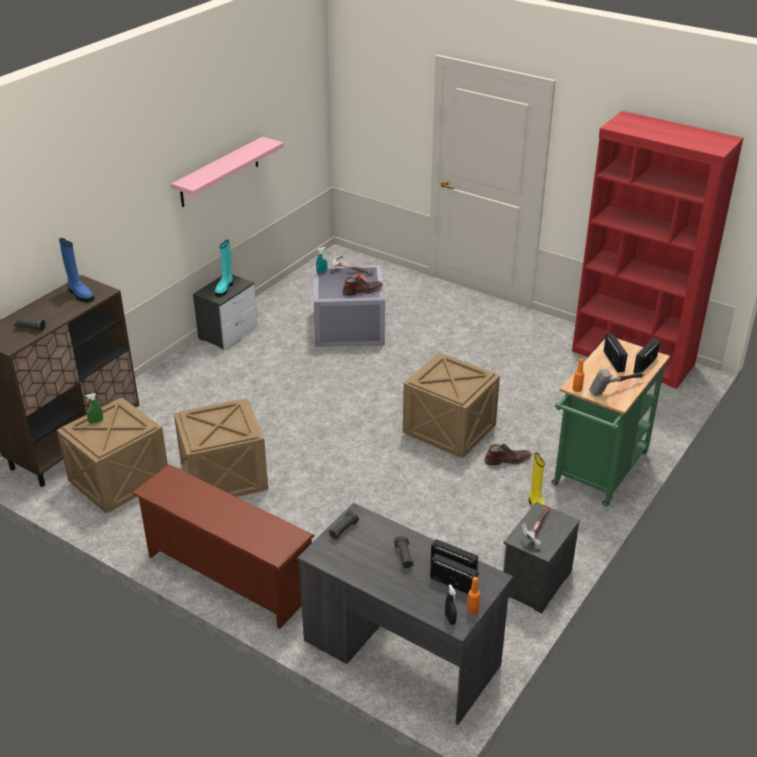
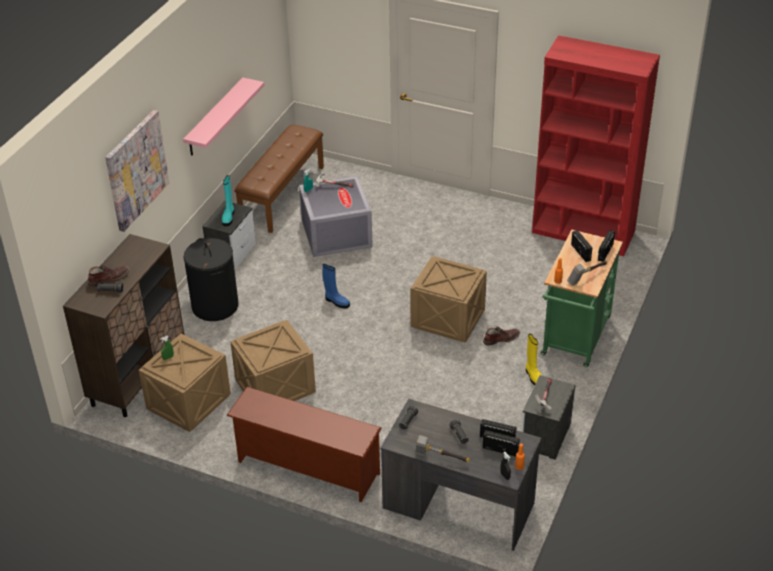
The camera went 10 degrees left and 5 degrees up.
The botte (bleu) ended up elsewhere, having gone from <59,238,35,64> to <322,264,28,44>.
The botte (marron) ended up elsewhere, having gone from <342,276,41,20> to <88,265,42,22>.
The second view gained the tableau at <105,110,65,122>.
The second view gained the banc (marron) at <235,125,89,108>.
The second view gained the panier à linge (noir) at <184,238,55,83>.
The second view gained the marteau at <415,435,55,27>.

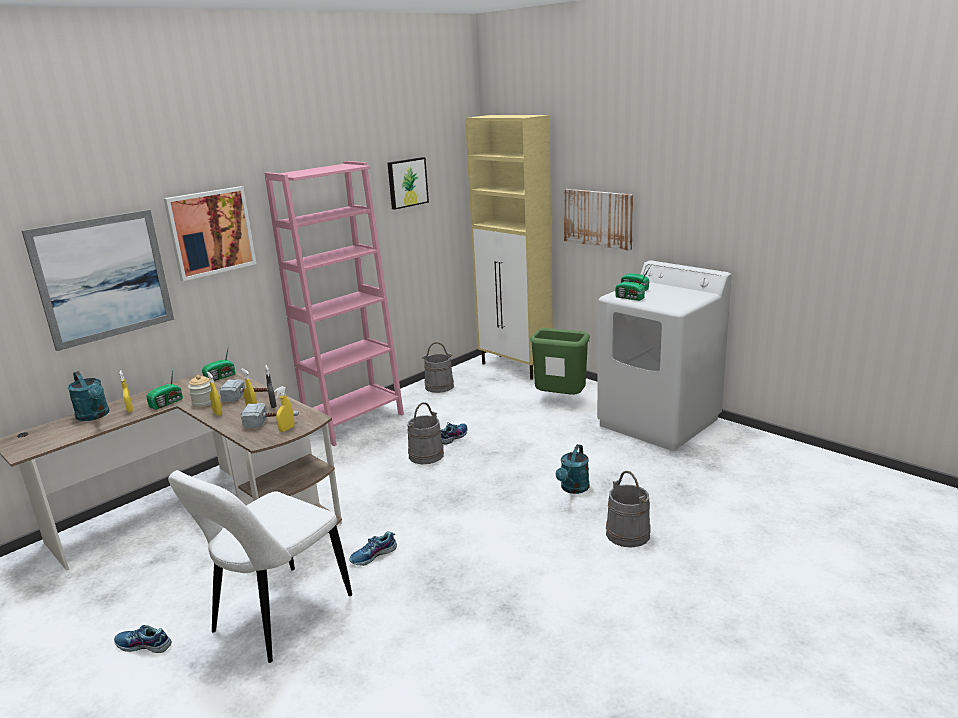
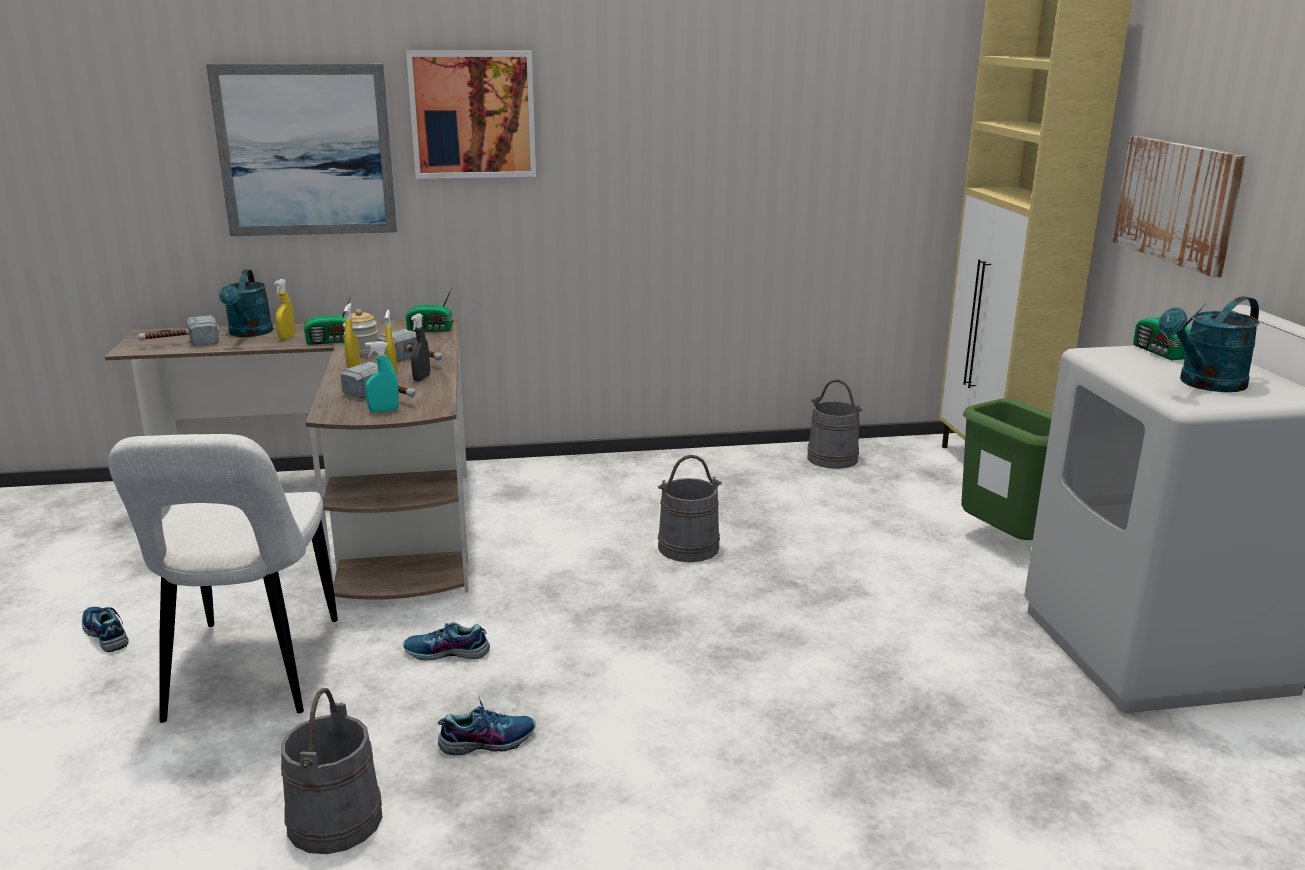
The camera went 35 degrees right and 0 degrees up.
The second view lost the tableau at <388,157,41,53>.
The second view lost the bibliothèque (rose) at <264,161,140,285>.
The second view lost the radio at <615,273,32,28>.
What was the vaporisateur (jaune) at <274,386,20,46> turned into the vaporisateur (turquoise) at <365,341,34,71>.
The chaussure ended up elsewhere, having gone from <441,421,27,24> to <438,696,98,60>.
The arrosoir (turquoise) ended up elsewhere, having gone from <556,444,33,50> to <1158,296,102,96>.
The chaise (blanc) at <168,470,184,193> ended up facing another way, 75 degrees counterclockwise from before.
The seau (gris) ended up elsewhere, having gone from <606,471,45,77> to <281,688,101,166>.
The second view gained the marteau at <138,315,81,31>.

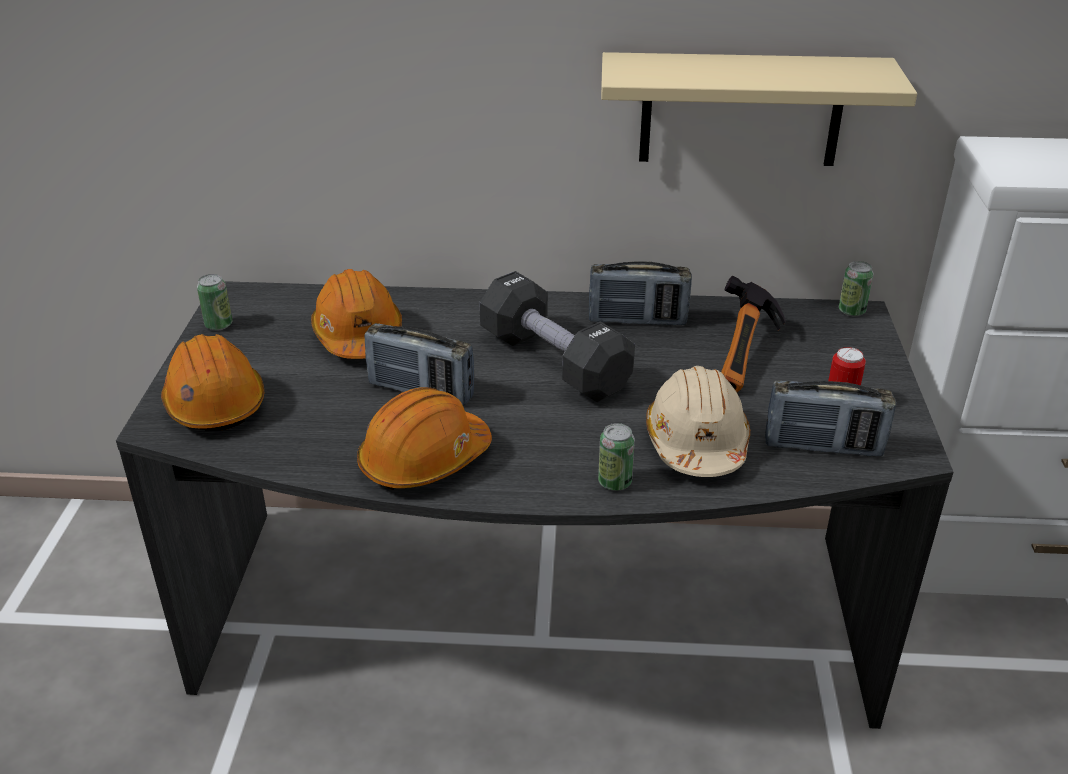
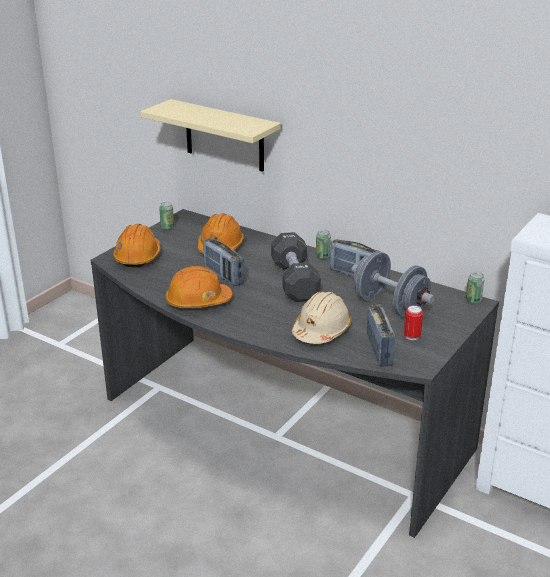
The camera went 30 degrees right and 5 degrees down.
The étagère (beige) ended up elsewhere, having gone from <601,52,316,114> to <140,99,141,72>.
Where the marteau stood at <721,276,64,116>, the haltère (gris) came to stand at <351,251,84,65>.
The radio at <765,381,131,76> ended up facing another way, 135 degrees counterclockwise from before.
The boîte métallique ended up elsewhere, having gone from <598,423,37,68> to <316,230,15,29>.

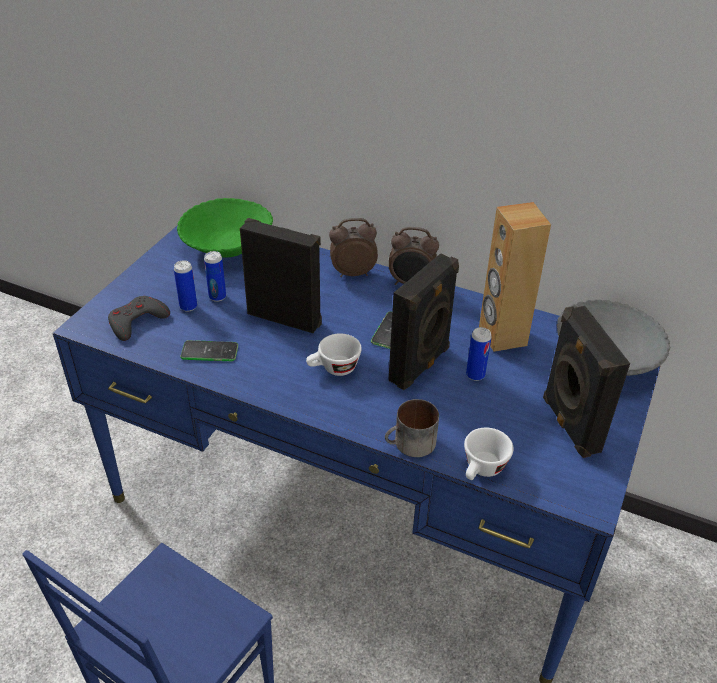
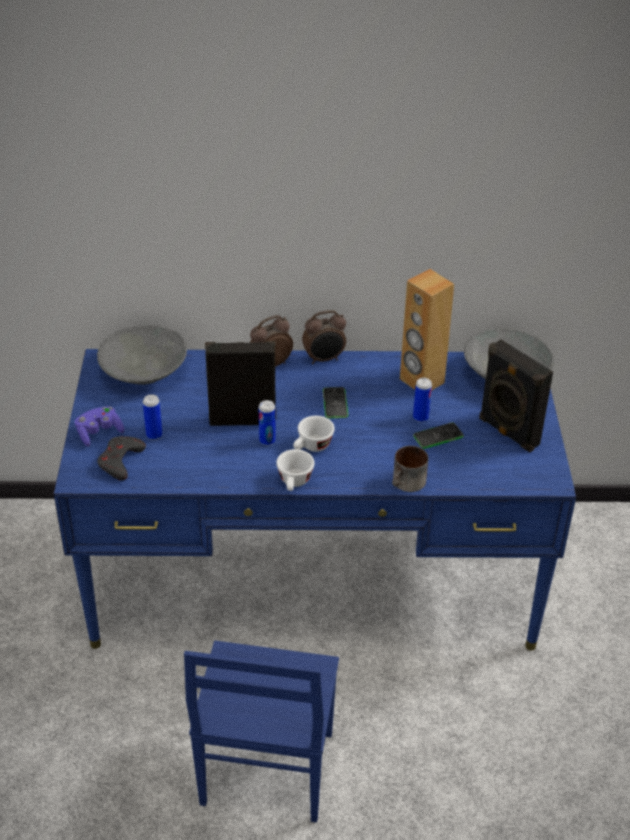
The camera went 25 degrees left and 0 degrees up.
What was the bol (vert) at <177,198,96,60> turned into the bol (gris) at <97,325,90,60>.
The boîte métallique ended up elsewhere, having gone from <204,251,22,51> to <259,400,17,46>.
The second view lost the enceinte (noir) at <388,253,71,137>.
The téléphone ended up elsewhere, having gone from <181,340,57,21> to <413,422,51,27>.
The tasse (blanc) ended up elsewhere, having gone from <464,428,50,52> to <276,449,38,42>.
The second view gained the manette (violet) at <75,406,49,41>.

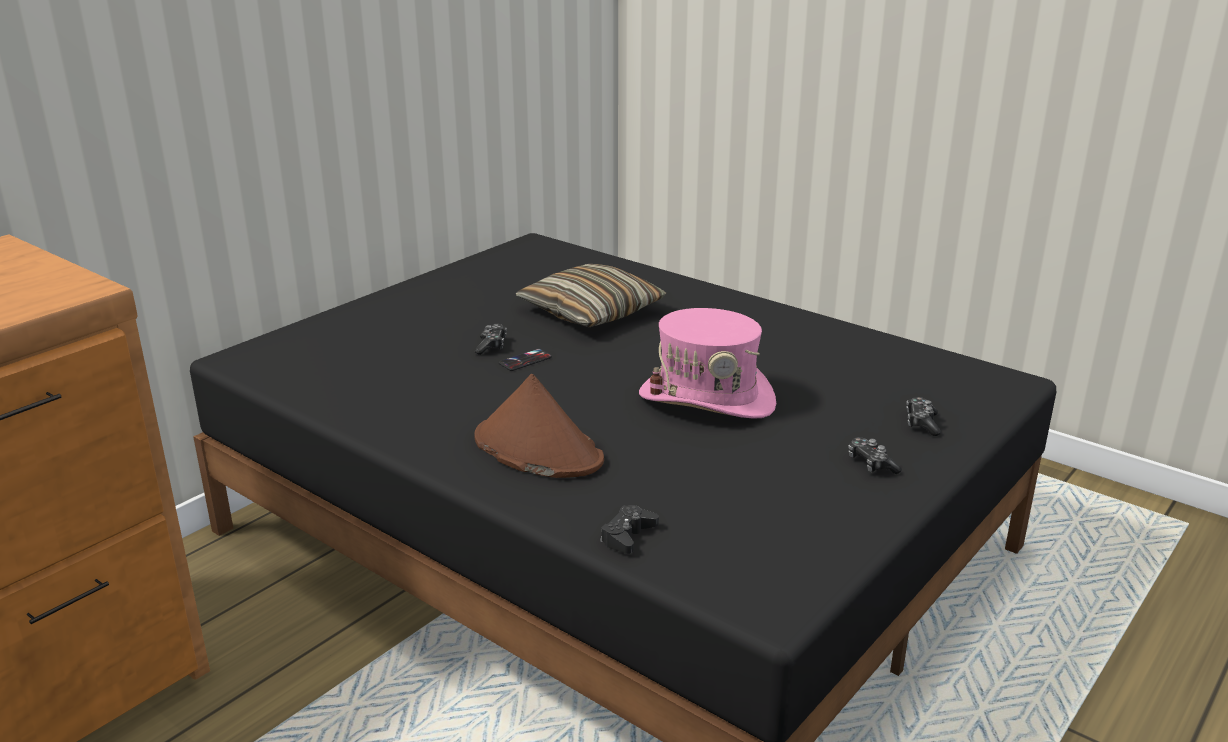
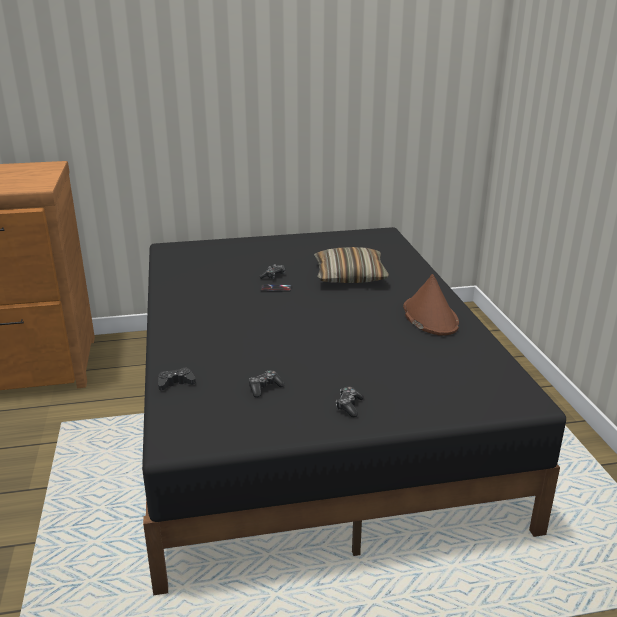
The camera went 40 degrees right and 0 degrees up.
The second view lost the chapeau (rose) at <639,308,137,111>.
The chapeau (marron) ended up elsewhere, having gone from <474,374,130,104> to <403,274,56,62>.
The manette ended up elsewhere, having gone from <906,397,35,39> to <249,370,36,28>.

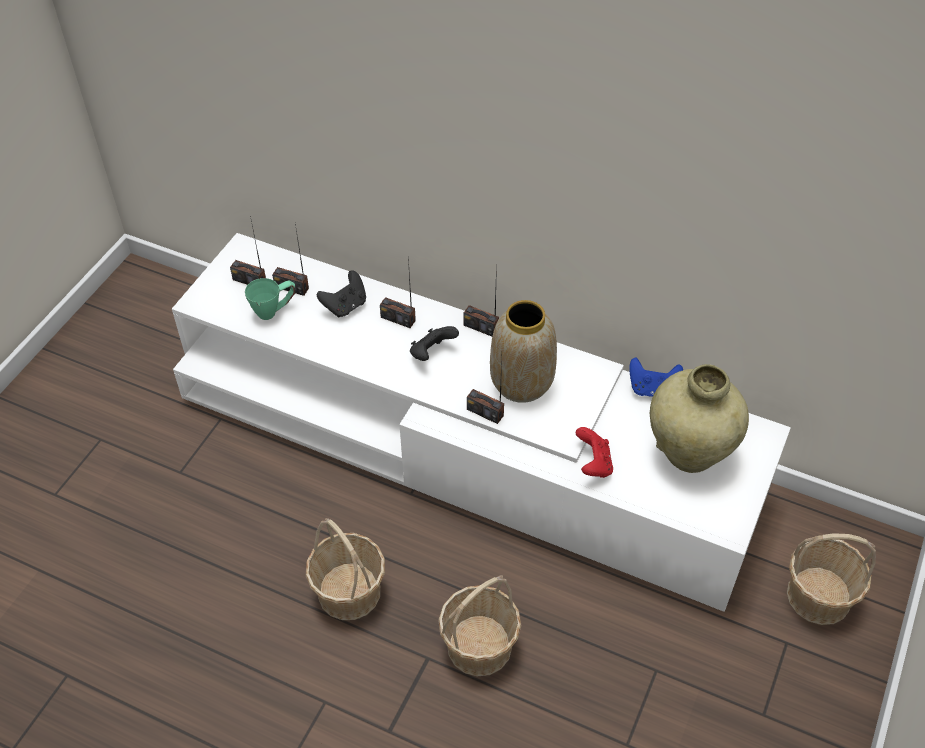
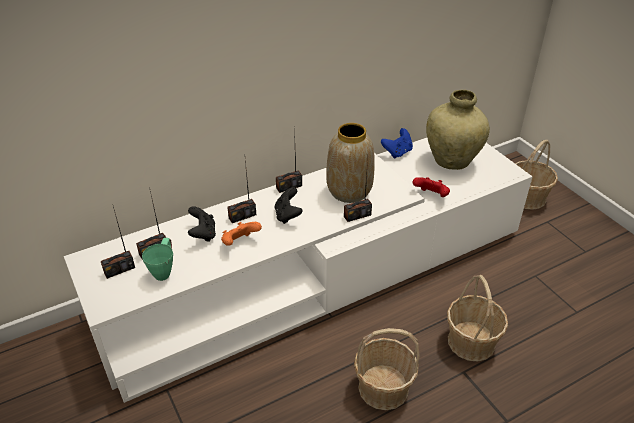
The camera went 55 degrees left and 10 degrees down.
The second view gained the manette (orange) at <221,222,41,24>.

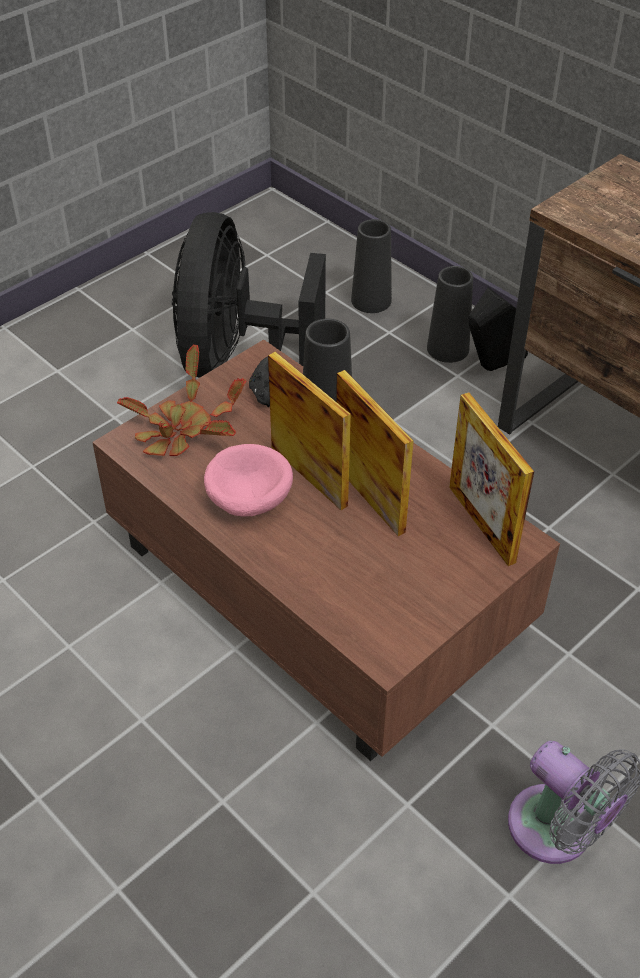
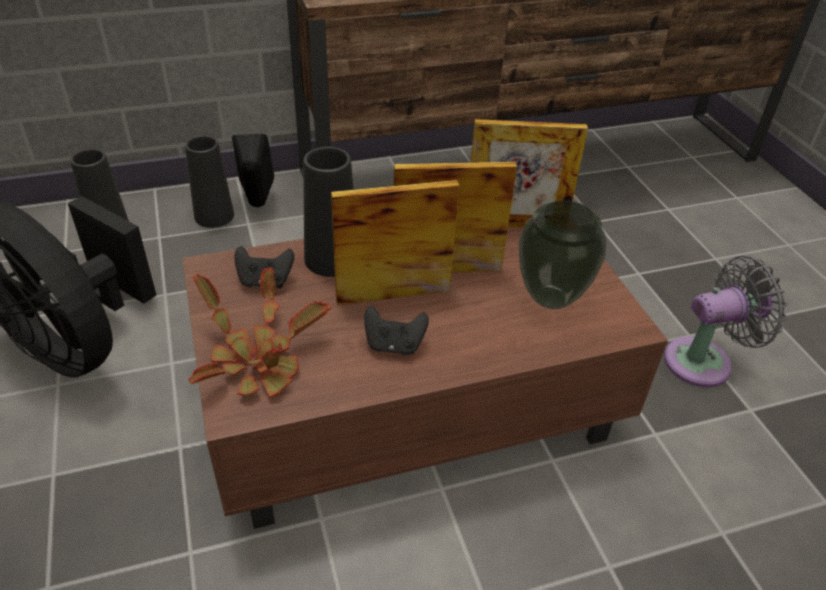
The camera went 65 degrees left and 5 degrees down.
Where the bol (rose) stood at <204,444,89,73>, the manette (noir) came to stand at <364,306,65,49>.
The second view gained the vase at <519,200,87,109>.

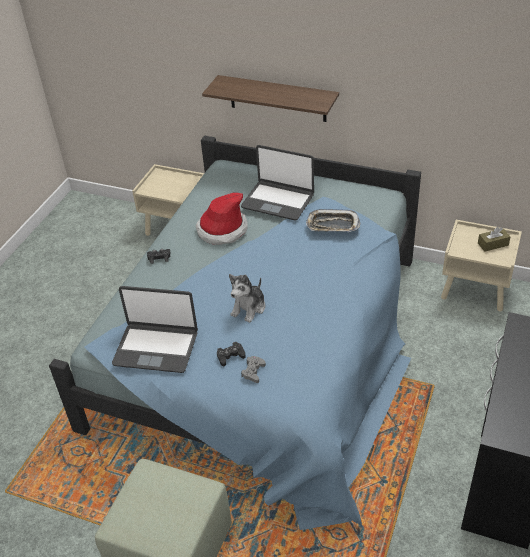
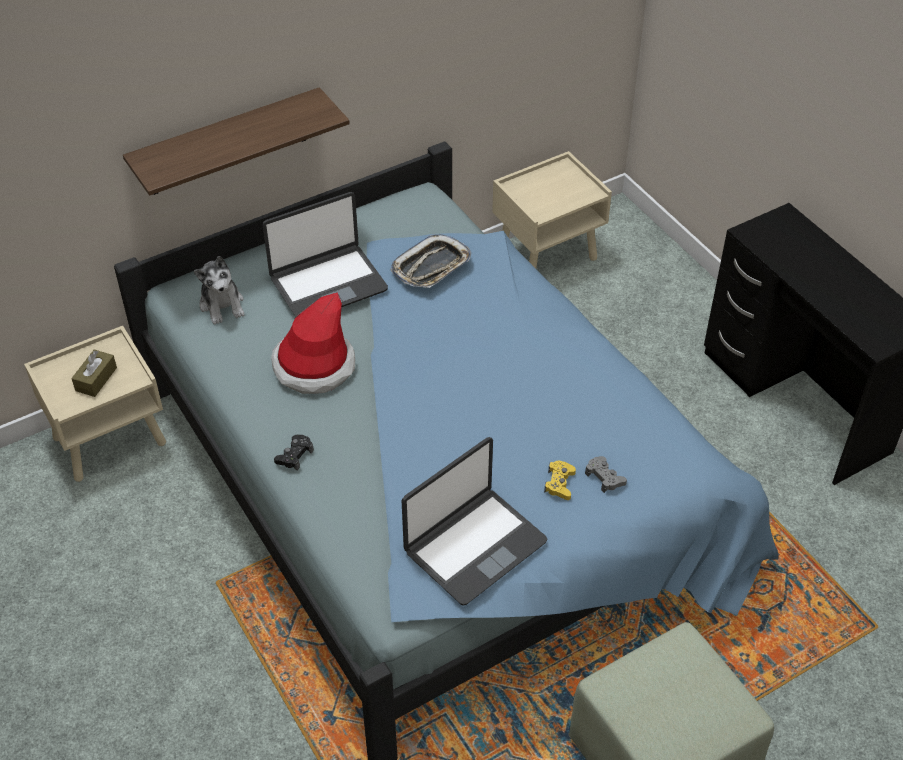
The camera went 55 degrees left and 5 degrees up.
The boîte à mouchoirs (marron) ended up elsewhere, having gone from <478,227,32,25> to <71,349,46,48>.
The peluche ended up elsewhere, having gone from <229,274,36,49> to <194,256,50,69>.
What was the manette (noir) at <217,342,29,24> turned into the manette (jaune) at <544,461,32,39>.

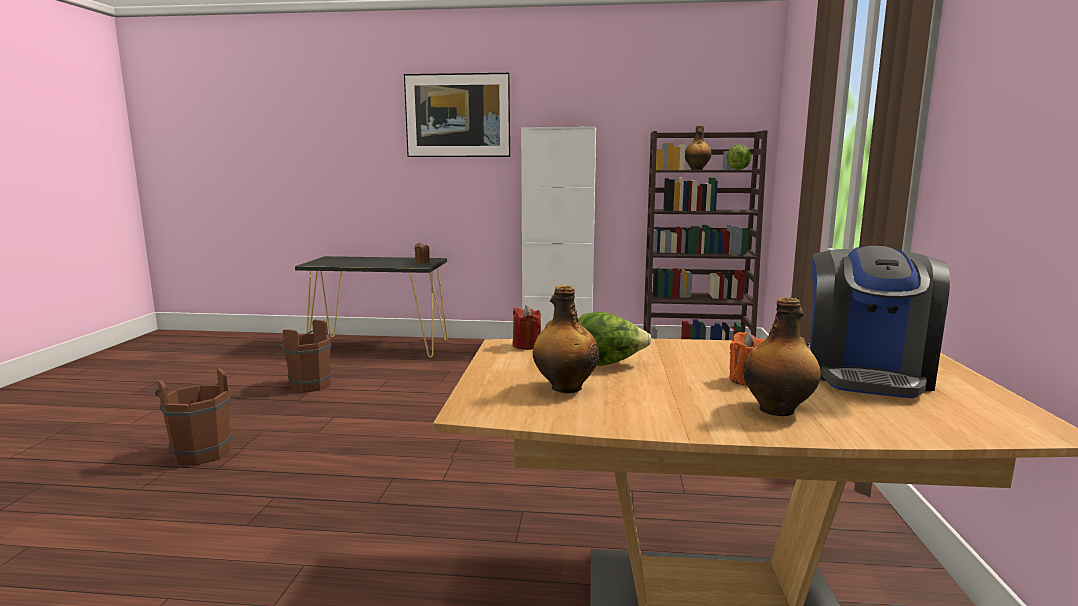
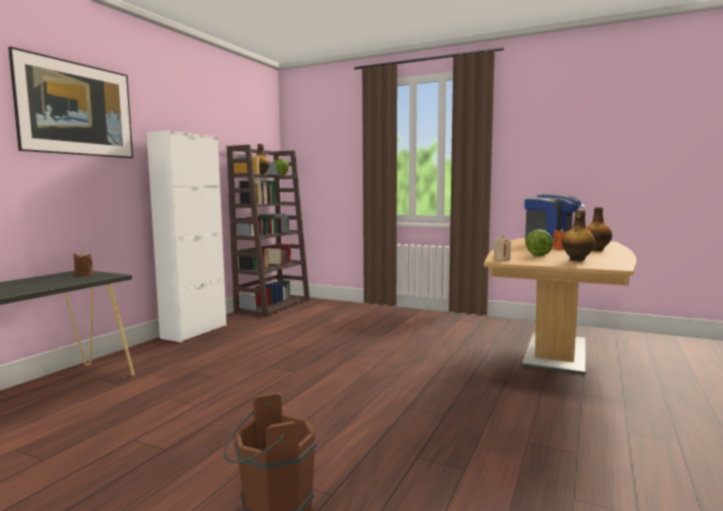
The camera went 70 degrees left and 5 degrees down.
What was the bougie (rouge) at <513,305,28,45> turned into the bougie (beige) at <494,235,17,26>.
The second view lost the seau (marron) at <277,320,54,73>.

